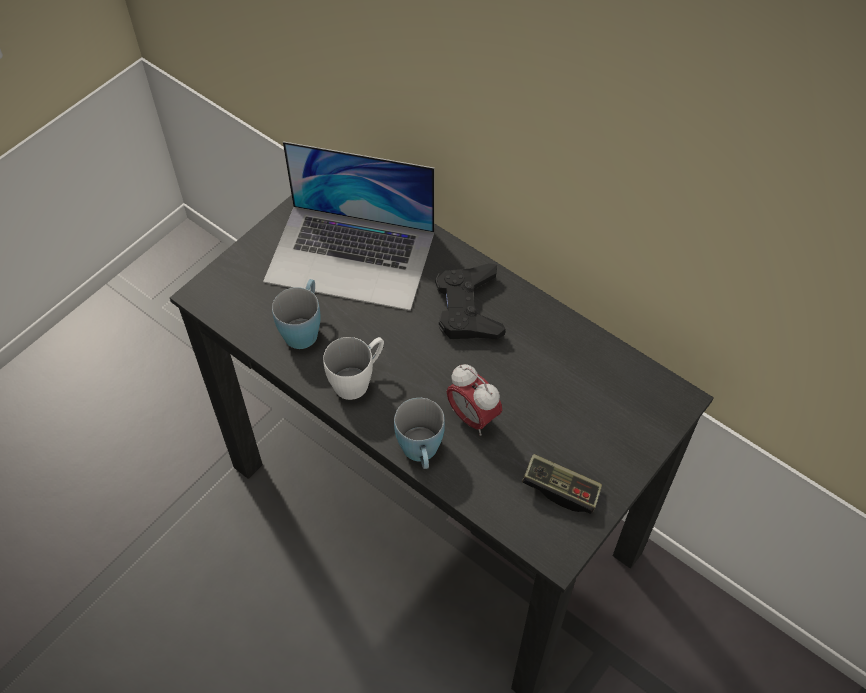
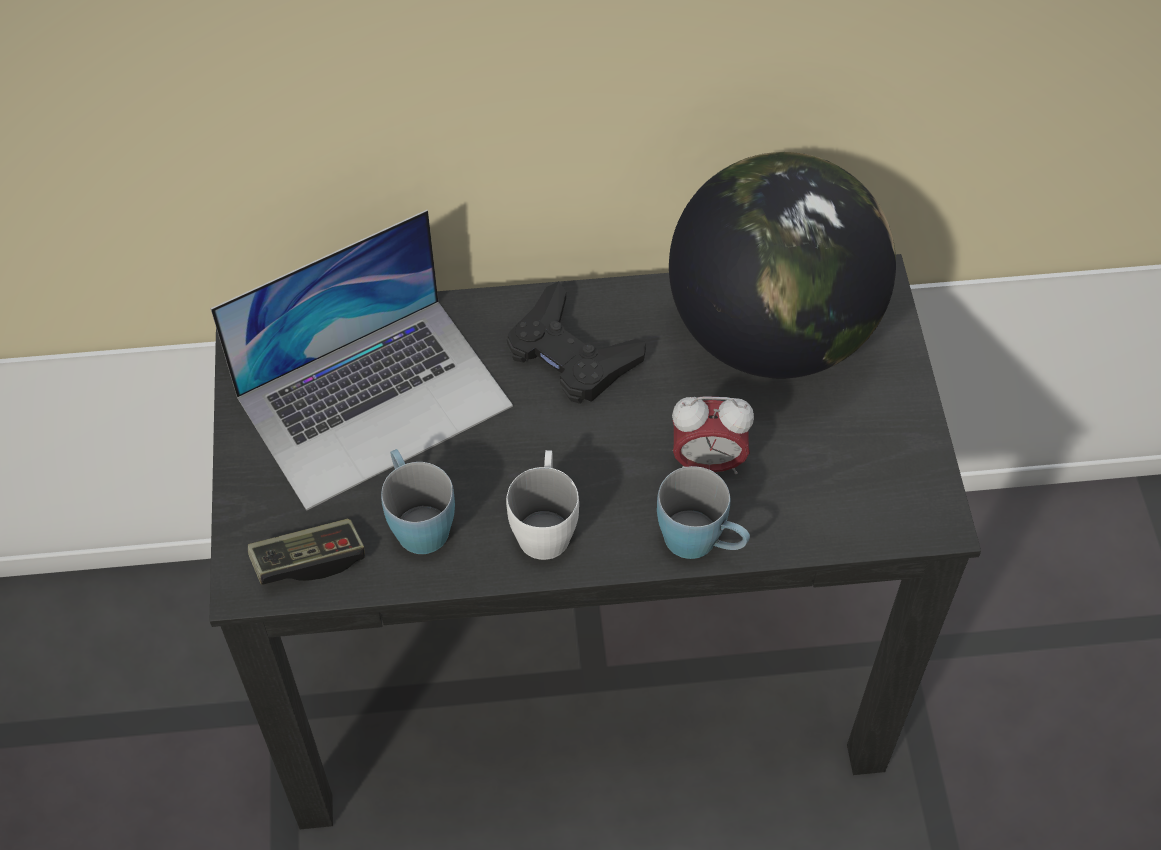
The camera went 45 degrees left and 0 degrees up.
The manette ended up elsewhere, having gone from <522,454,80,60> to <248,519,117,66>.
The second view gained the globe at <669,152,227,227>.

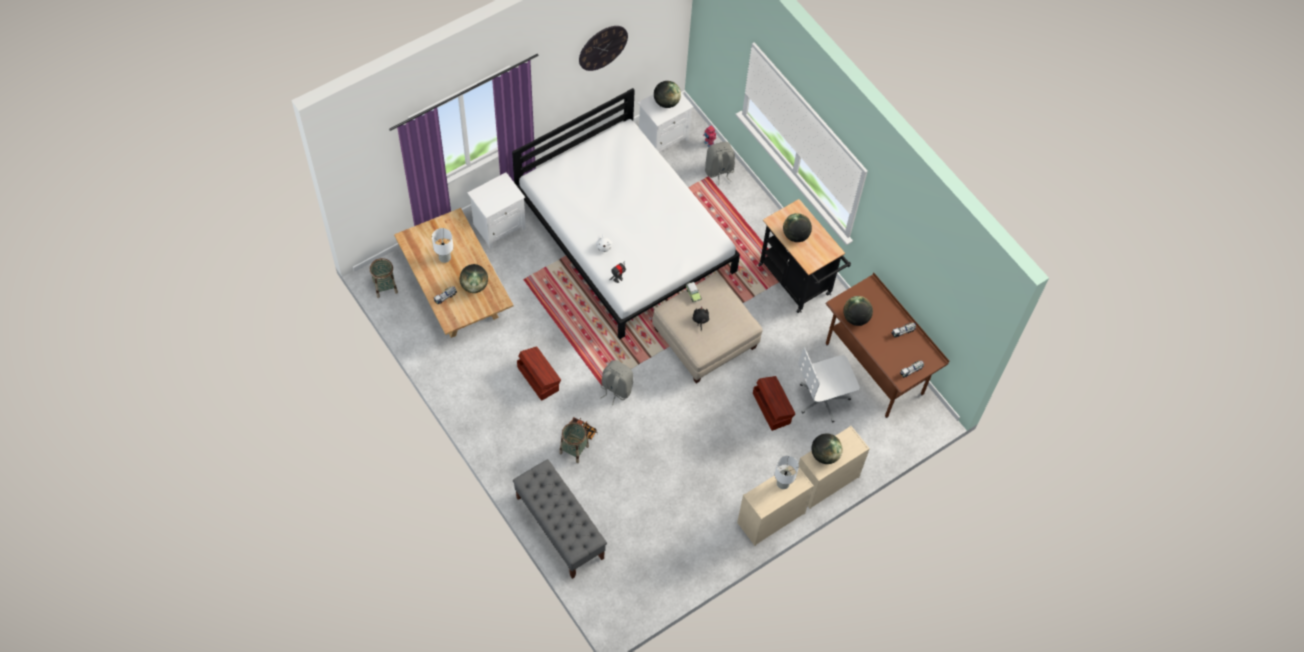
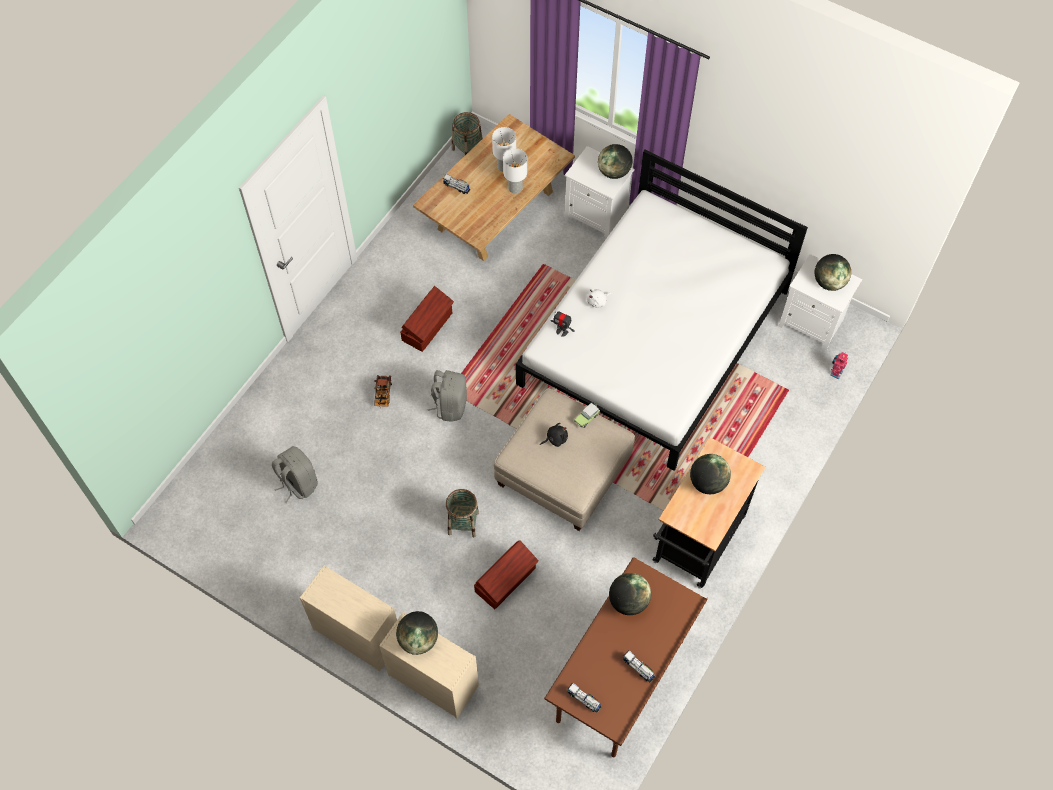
The camera went 70 degrees right and 0 degrees up.
The second view lost the horloge murale at <579,26,49,45>.
The sac à dos (gris) ended up elsewhere, having gone from <705,142,30,43> to <272,446,46,57>.
The globe ended up elsewhere, having gone from <460,264,28,29> to <598,144,34,35>.
The second view lost the chaise de bureau (blanc) at <798,347,62,76>.
The panier ended up elsewhere, having gone from <559,422,30,41> to <446,489,33,48>.
The lampe de table (blanc) ended up elsewhere, having gone from <775,456,24,33> to <503,148,24,46>.
The second view lost the banc (gris) at <513,459,94,120>.

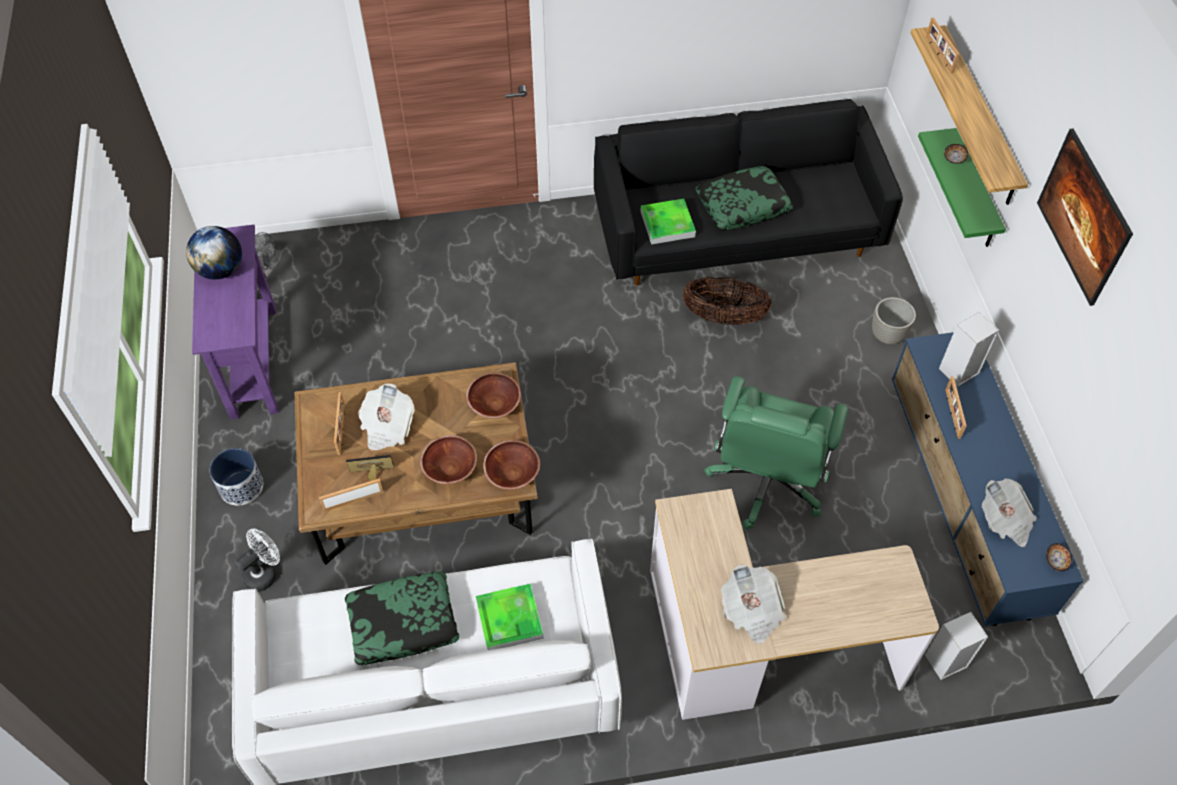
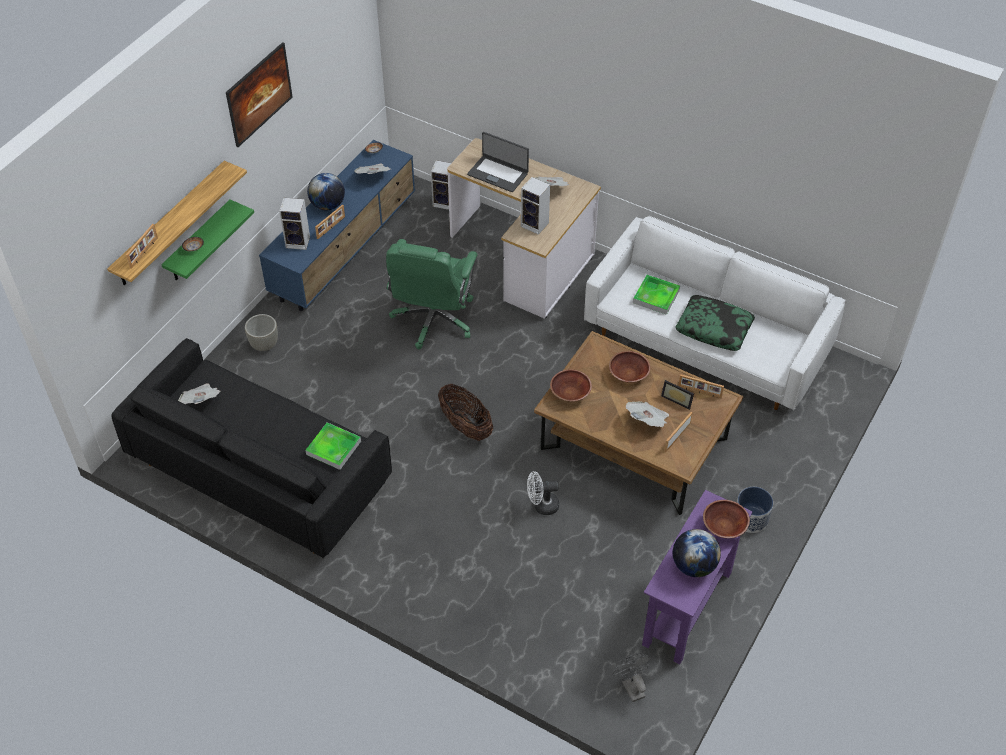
The camera went 140 degrees left and 5 degrees down.
The second view lost the coussin at <696,166,97,64>.
The panier ended up elsewhere, having gone from <683,277,89,48> to <438,384,55,57>.
The chaise de bureau (vert) at <704,376,145,154> ended up facing another way, 135 degrees clockwise from before.
The bol (marron) ended up elsewhere, having gone from <483,440,57,50> to <703,500,47,38>.
The ventilateur (blanc) ended up elsewhere, having gone from <235,529,45,63> to <527,471,32,44>.
The second view gained the ordinateur portable at <467,132,62,60>.
The second view gained the globe at <307,173,38,37>.
The second view gained the enceinte at <521,177,29,58>.
The second view gained the journal at <178,384,42,20>.

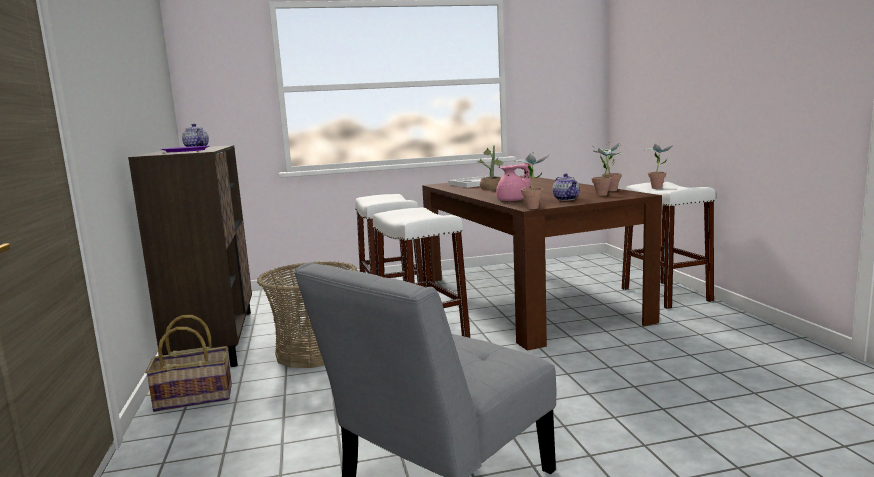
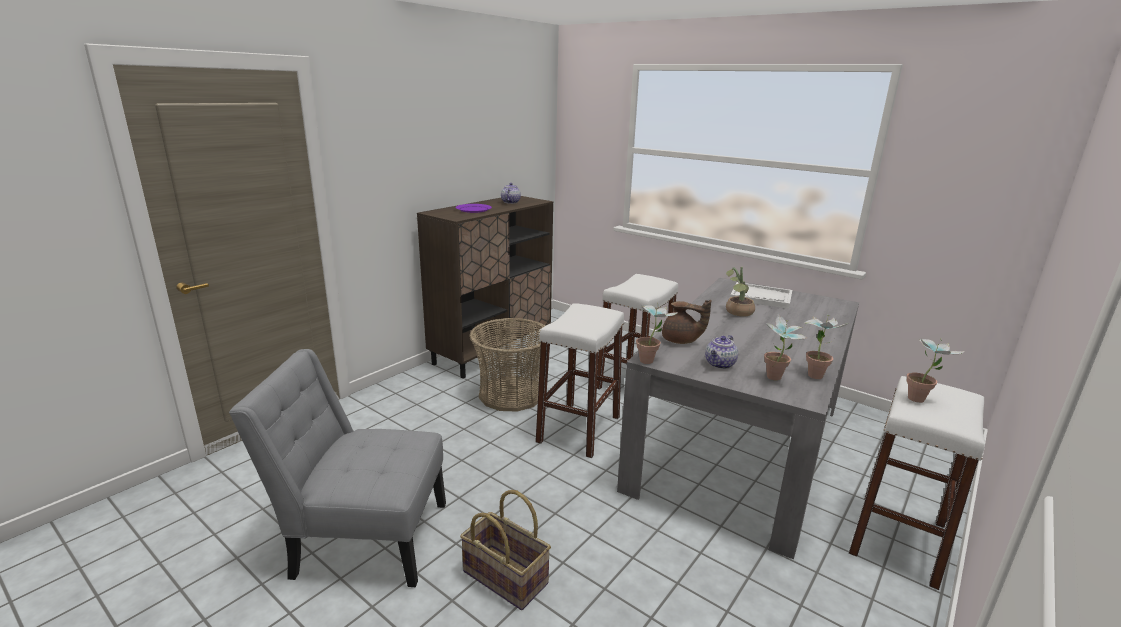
The camera went 50 degrees right and 10 degrees up.
What was the théière (rose) at <496,158,35,43> turned into the théière (marron) at <662,300,49,44>.
What was the table à manger (marron) at <422,176,240,175> turned into the table à manger (gris) at <617,278,242,281>.
The panier ended up elsewhere, having gone from <145,315,87,97> to <460,490,91,120>.

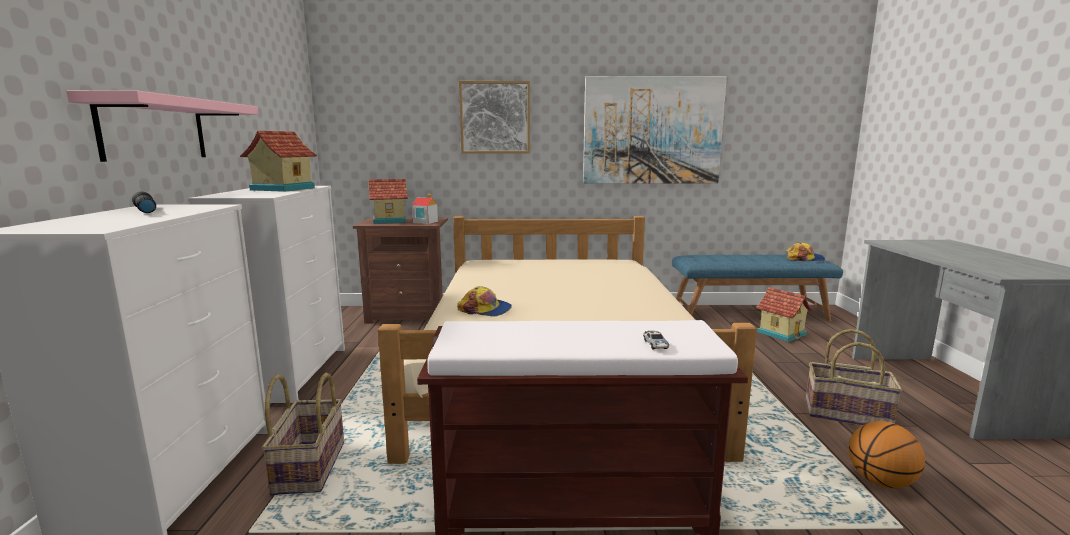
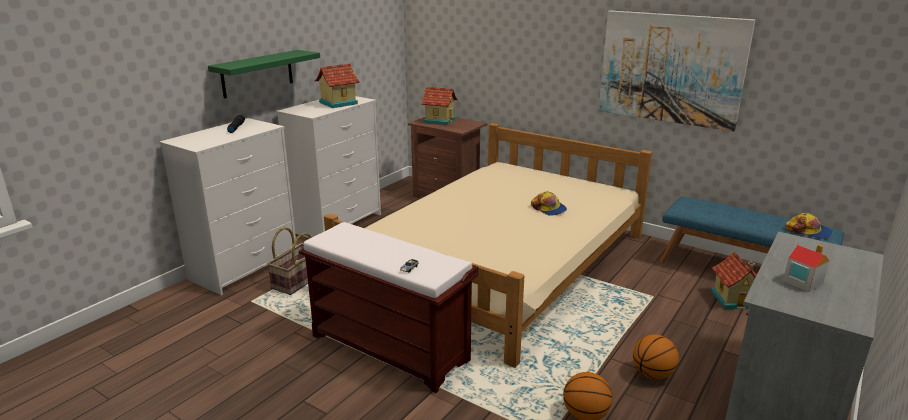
The camera went 35 degrees right and 10 degrees up.
The second view lost the tableau at <459,81,71,73>.
What was the étagère (rose) at <66,90,192,72> turned into the étagère (vert) at <208,50,112,48>.
The maison miniature ended up elsewhere, having gone from <412,194,26,30> to <783,244,46,48>.
The casquette ended up elsewhere, having gone from <457,286,55,30> to <531,191,36,25>.
Where the panier stood at <806,329,96,96>, the ballon de basket came to stand at <633,334,46,46>.

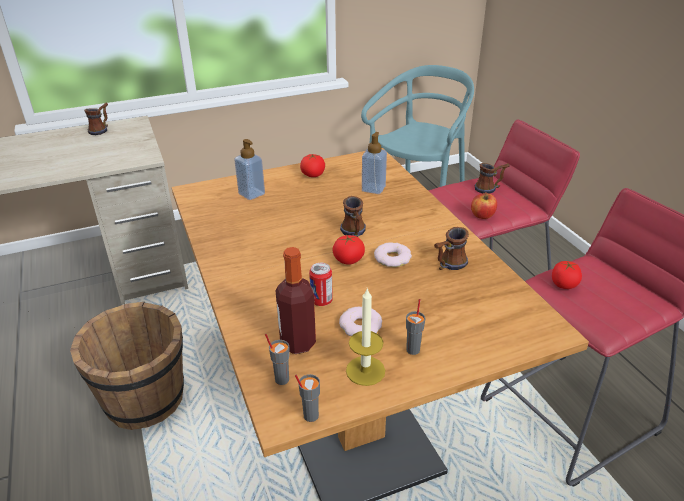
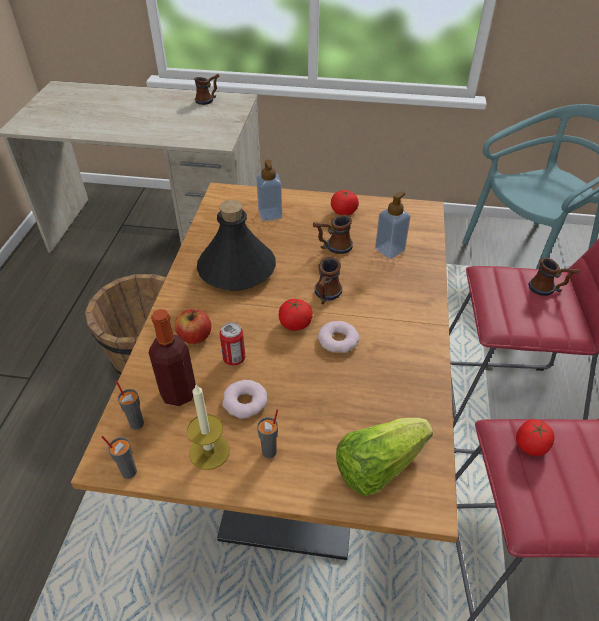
The camera went 30 degrees right and 10 degrees up.
The pomme ended up elsewhere, having gone from <471,192,26,27> to <175,309,36,35>.
The mug ended up elsewhere, having gone from <434,227,35,43> to <313,215,40,39>.
The second view gained the bouteille (noir) at <197,200,79,91>.
The second view gained the laitue at <336,418,97,78>.

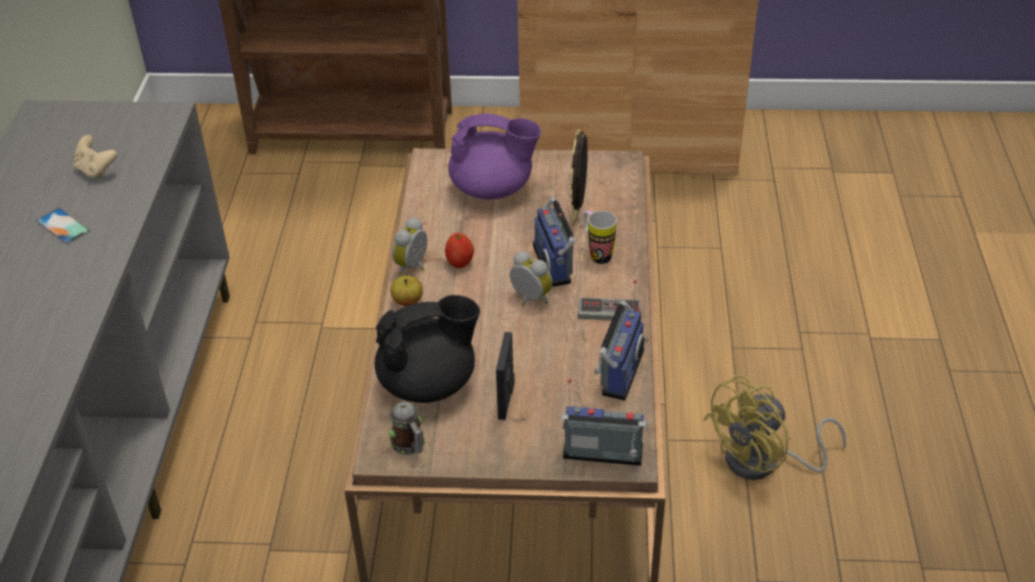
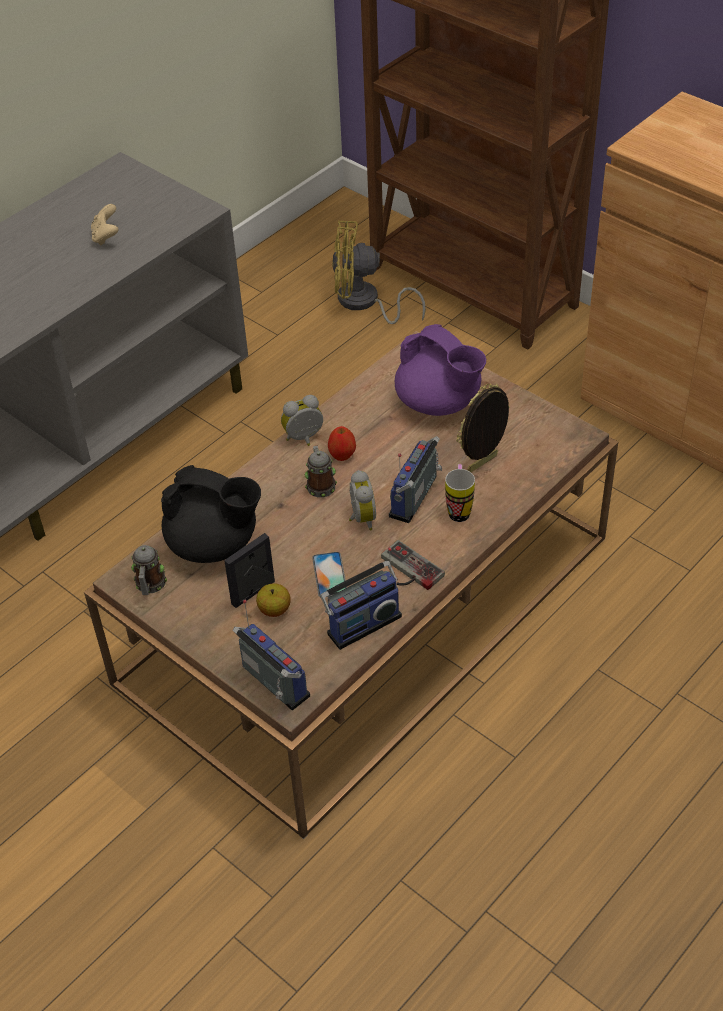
The camera went 40 degrees right and 5 degrees up.
The téléphone ended up elsewhere, having gone from <36,208,54,36> to <312,552,35,45>.
The pomme ended up elsewhere, having gone from <391,276,32,30> to <256,583,34,34>.
The ventilateur (jaune) ended up elsewhere, having gone from <703,374,143,106> to <332,221,94,103>.
The second view gained the mug at <305,446,32,52>.

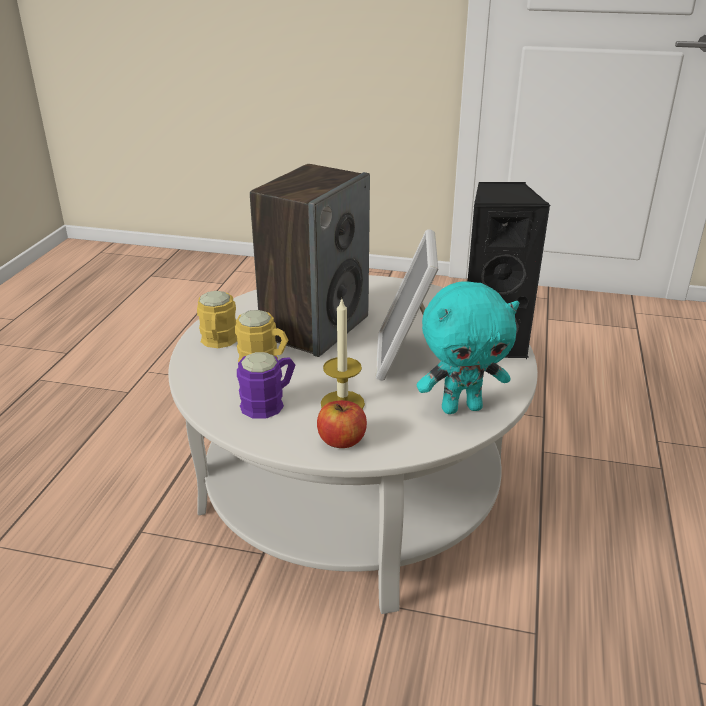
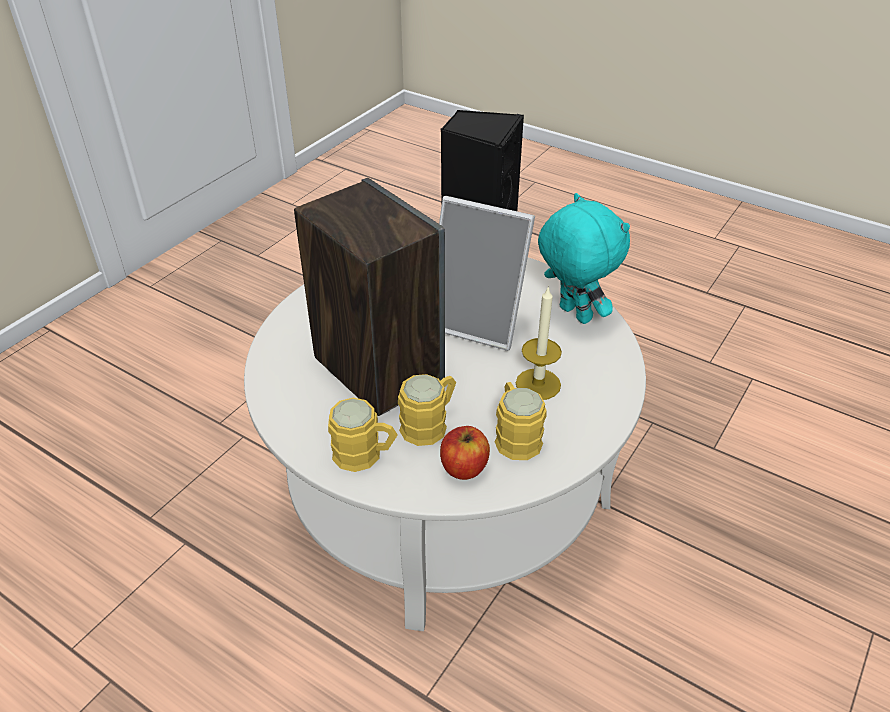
The camera went 70 degrees left and 10 degrees up.
The peluche (turquoise) at <417,282,102,132> ended up facing another way, 45 degrees counterclockwise from before.
What was the mug (violet) at <237,352,59,66> turned into the mug (jaune) at <495,382,52,78>.
The pomme ended up elsewhere, having gone from <317,400,50,48> to <440,426,50,54>.

